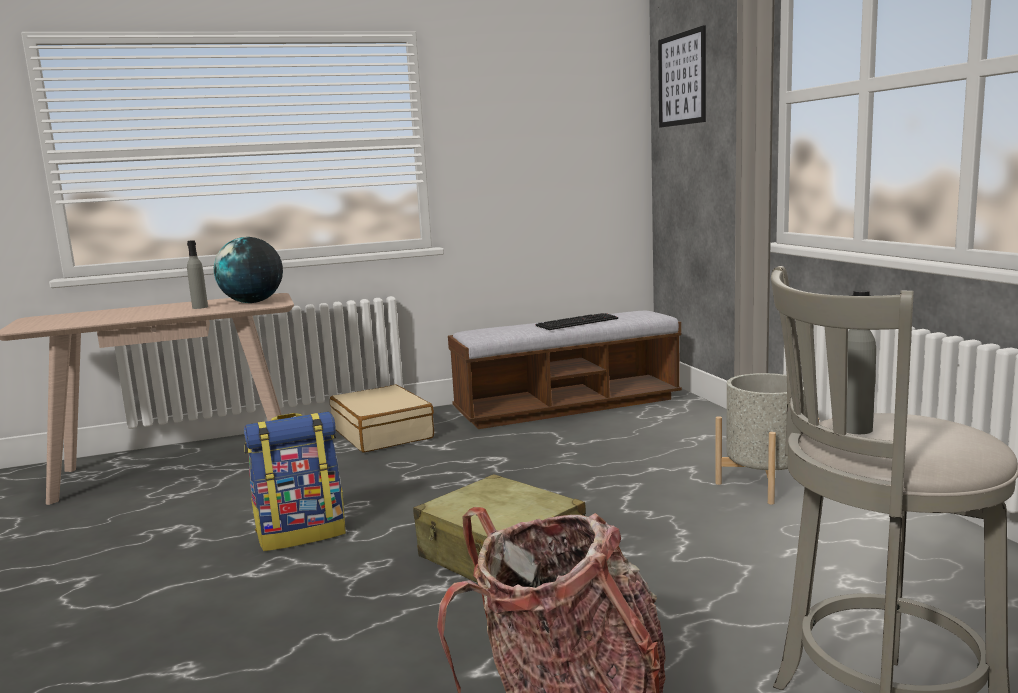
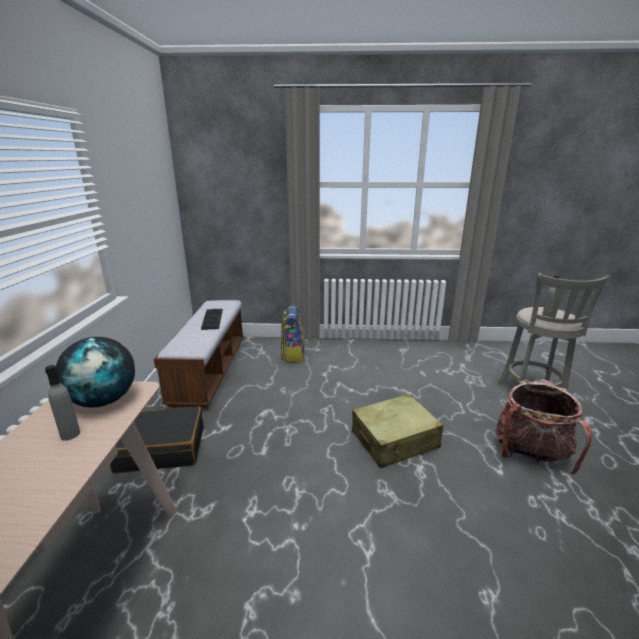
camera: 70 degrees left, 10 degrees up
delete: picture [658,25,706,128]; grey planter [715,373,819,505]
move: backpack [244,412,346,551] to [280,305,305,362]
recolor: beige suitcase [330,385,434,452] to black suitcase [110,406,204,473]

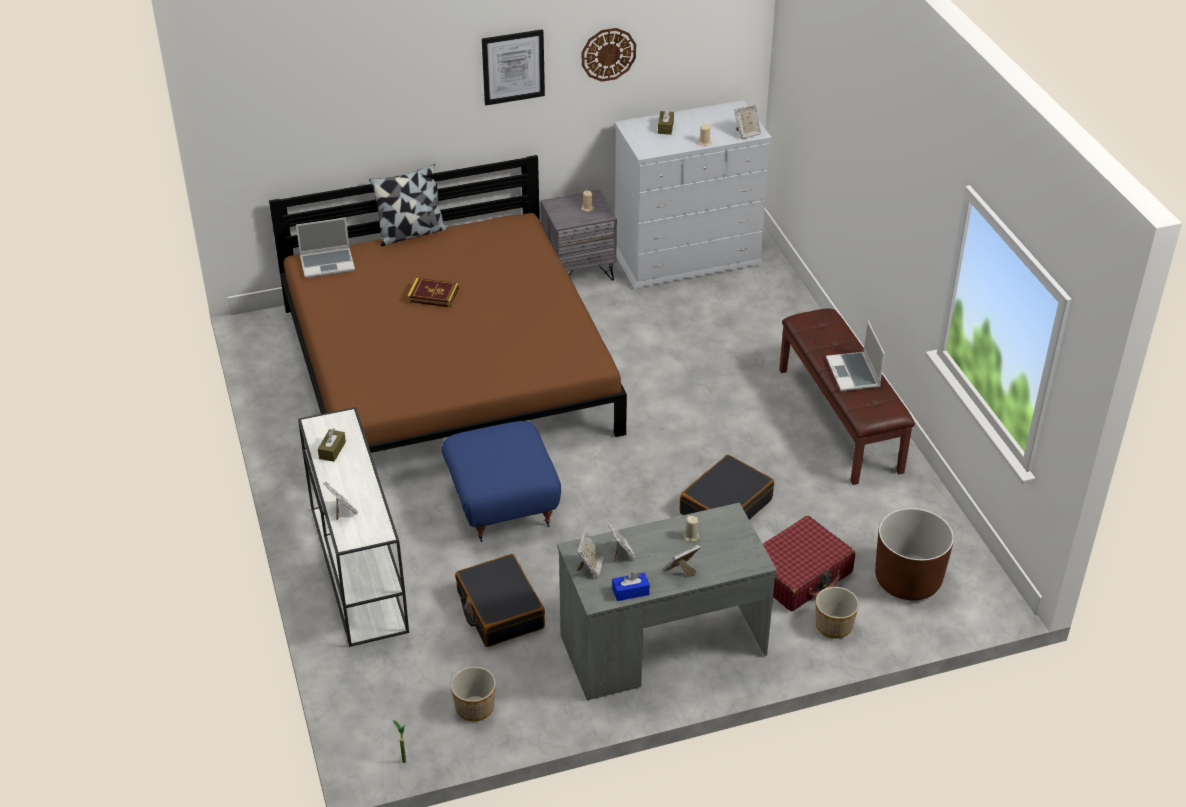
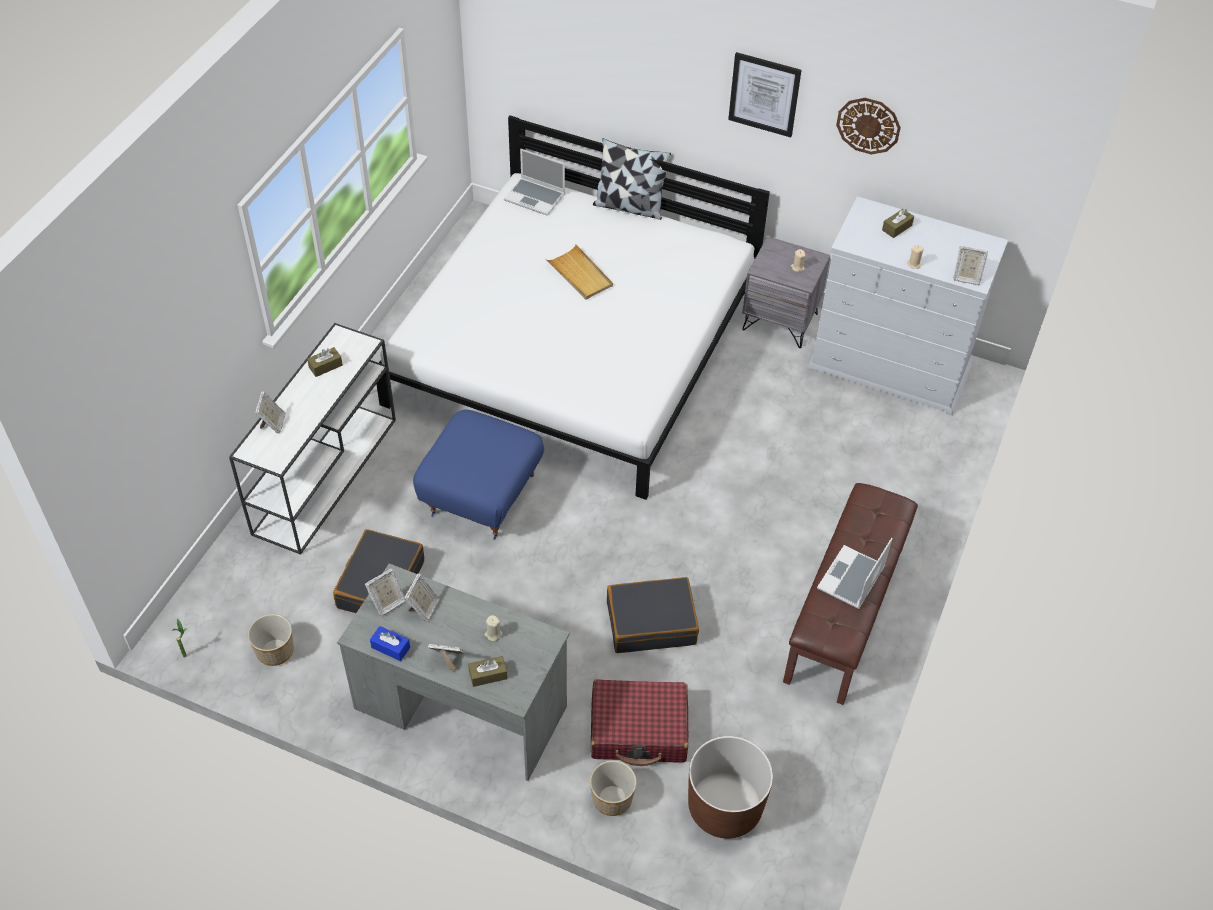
camera: 40 degrees right, 10 degrees up
insert: brown tissue box [468,656,507,687]
replace: book [407,278,459,308] to beige tray [546,244,613,300]
recolor: brown bed [269,155,627,453] to white bed [376,116,770,500]

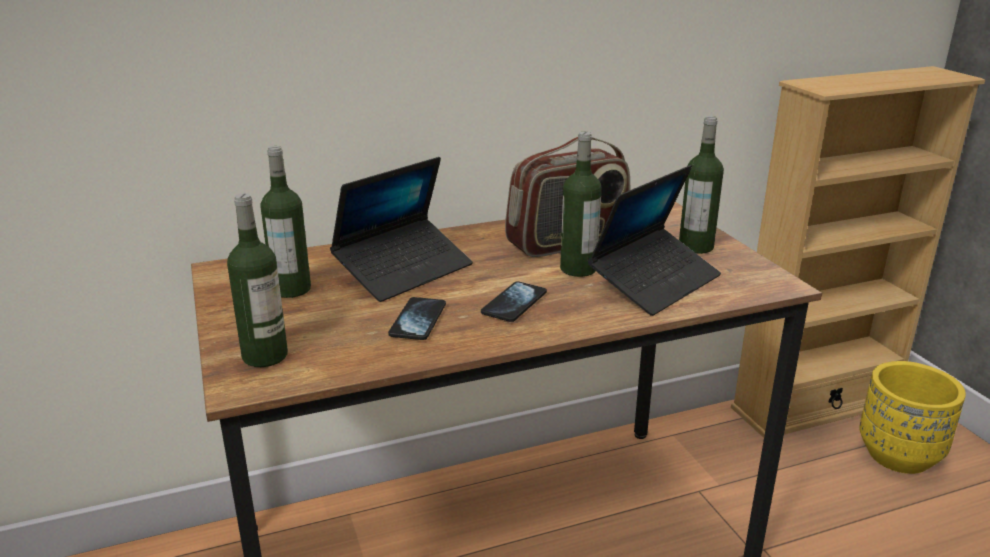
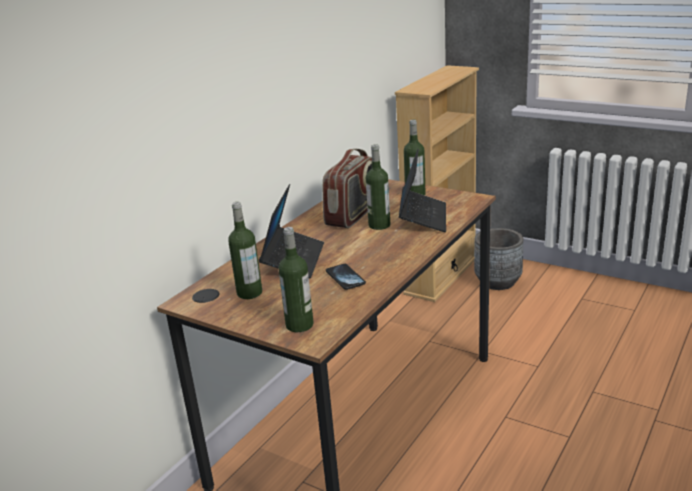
camera: 35 degrees left, 0 degrees up
delete: phone [481,281,547,322]
recolor: yellow planter [859,361,966,474] to grey planter [474,228,524,290]

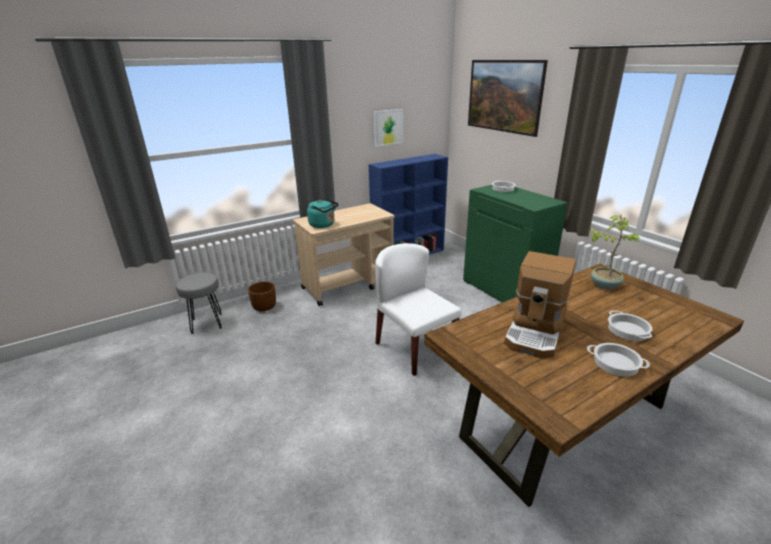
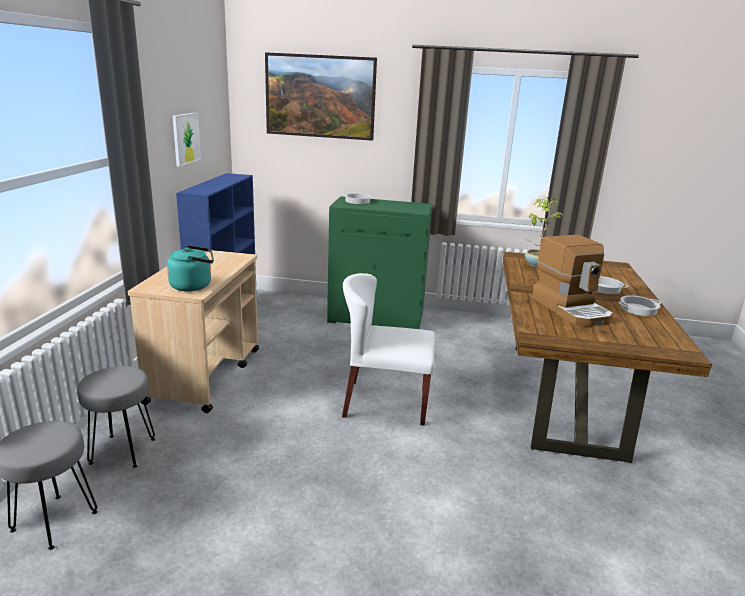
camera: 50 degrees left, 5 degrees down
replace: brown planter [248,281,276,311] to grey stool [77,366,155,468]

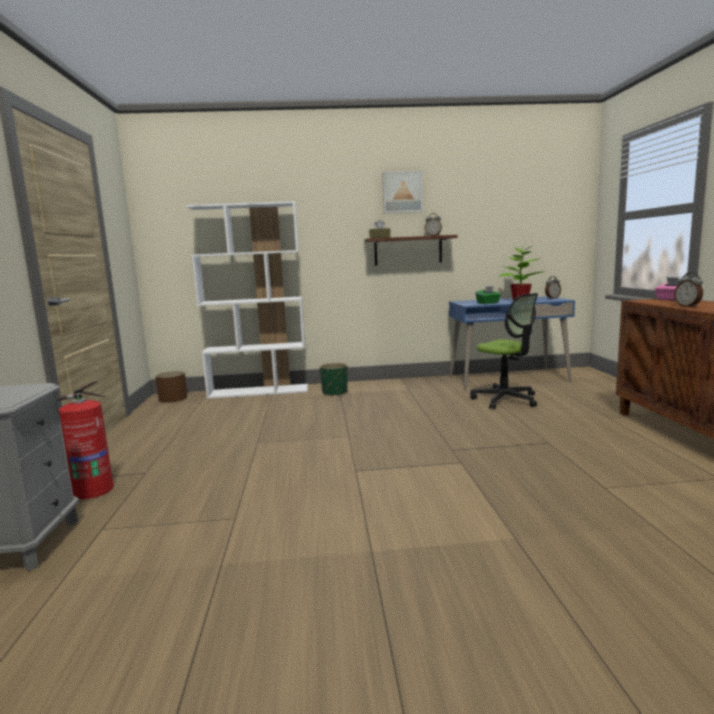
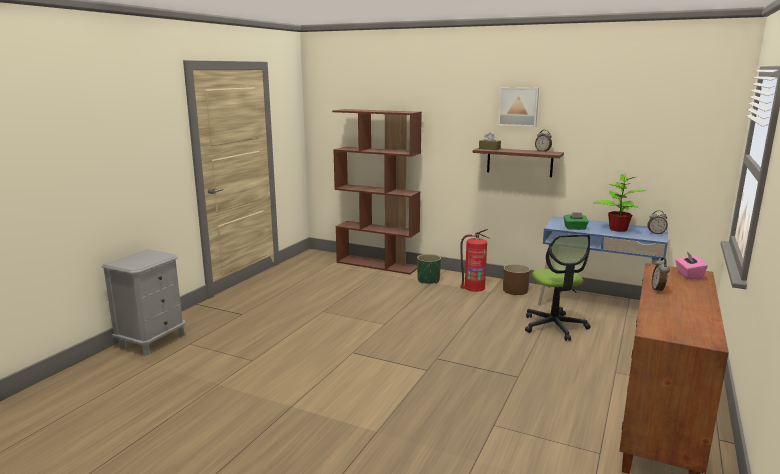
camera: 30 degrees right, 5 degrees up
move: fire extinguisher [57,381,114,499] to [460,229,490,292]; brown planter [155,371,187,403] to [503,264,530,295]
recolor: white bookcase [186,201,308,399] to brown bookcase [332,109,422,275]

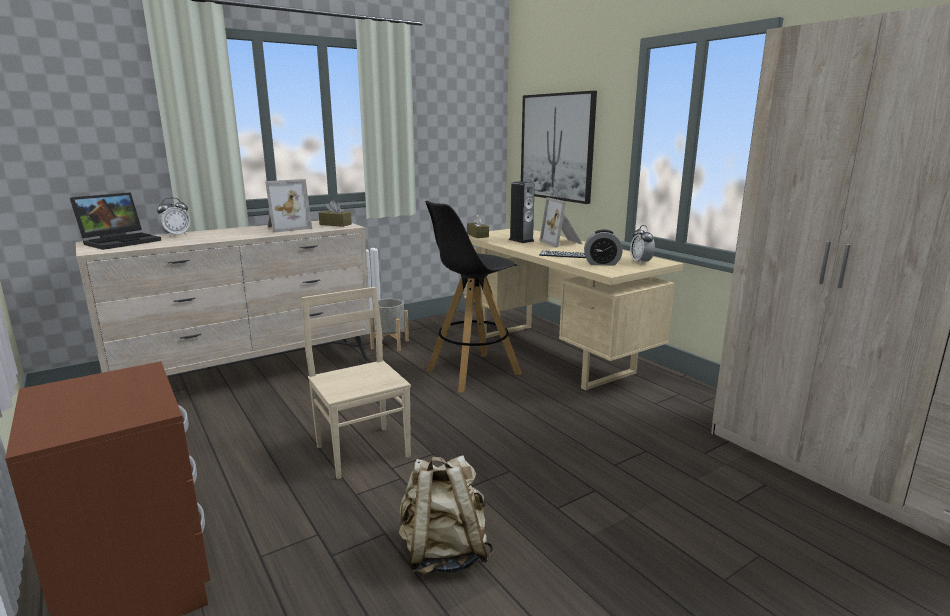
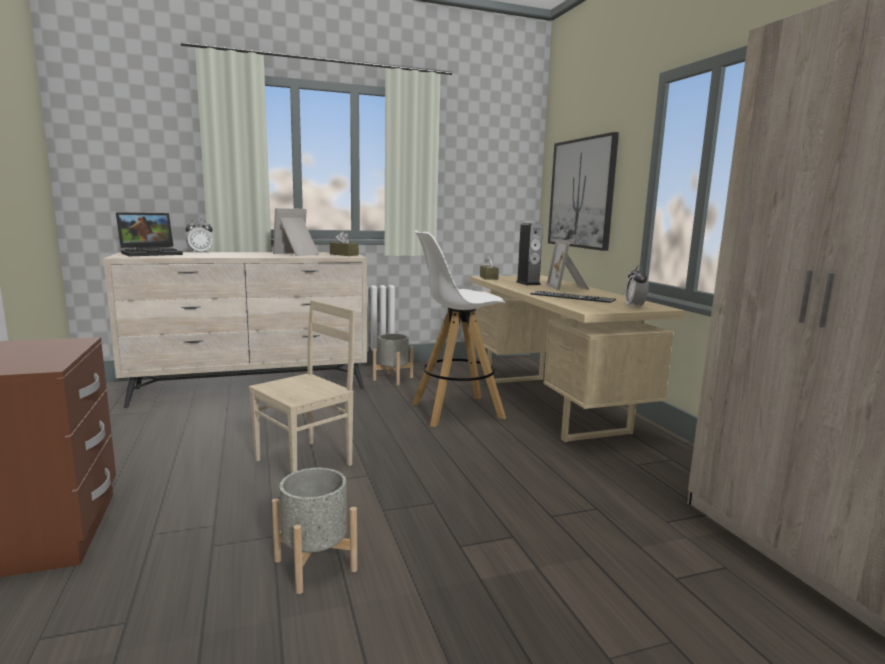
camera: 15 degrees right, 5 degrees down
delete: alarm clock [584,229,623,266]
replace: beige backpack [399,455,494,575] to grey planter [272,468,357,594]
recolor: black stool [425,200,522,393] to white stool [412,230,506,427]
rotate: picture frame [265,179,312,233] = [273,208,319,256] 150 degrees clockwise; beige chair [302,287,411,479] = [249,300,355,473] 60 degrees clockwise

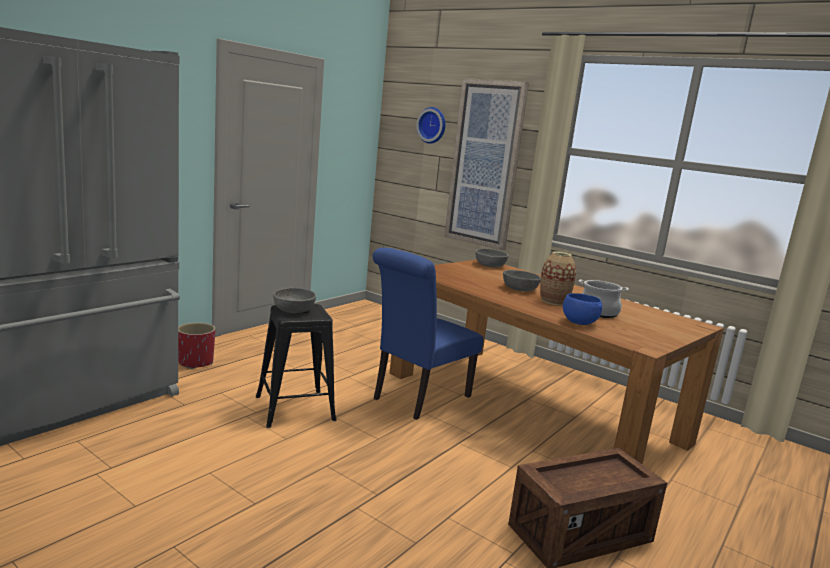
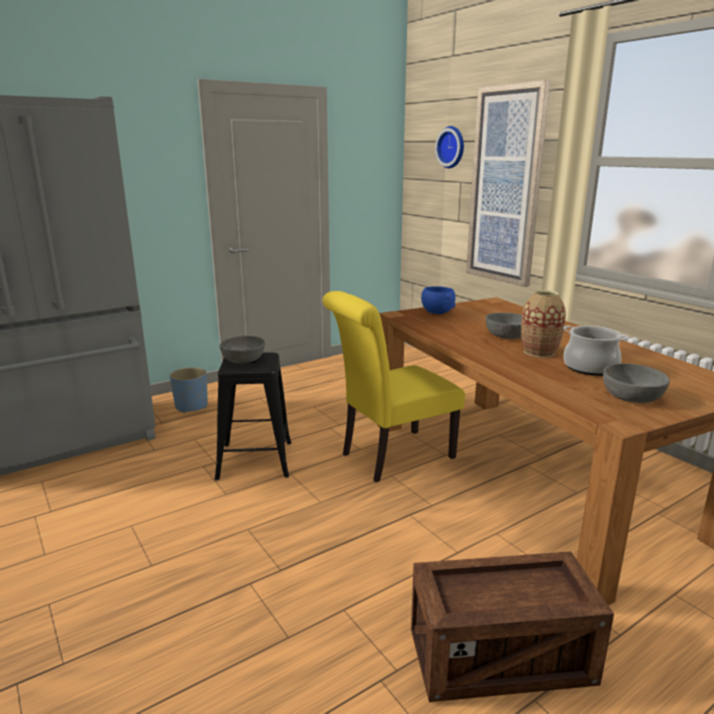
camera: 20 degrees right, 5 degrees up
move: grey bowl [475,249,508,267] to [603,363,670,403]; blue bowl [563,293,602,325] to [421,286,456,314]
recolor: red planter [178,322,215,369] to blue planter [170,367,208,413]; blue chair [373,248,483,420] to yellow chair [323,291,465,482]

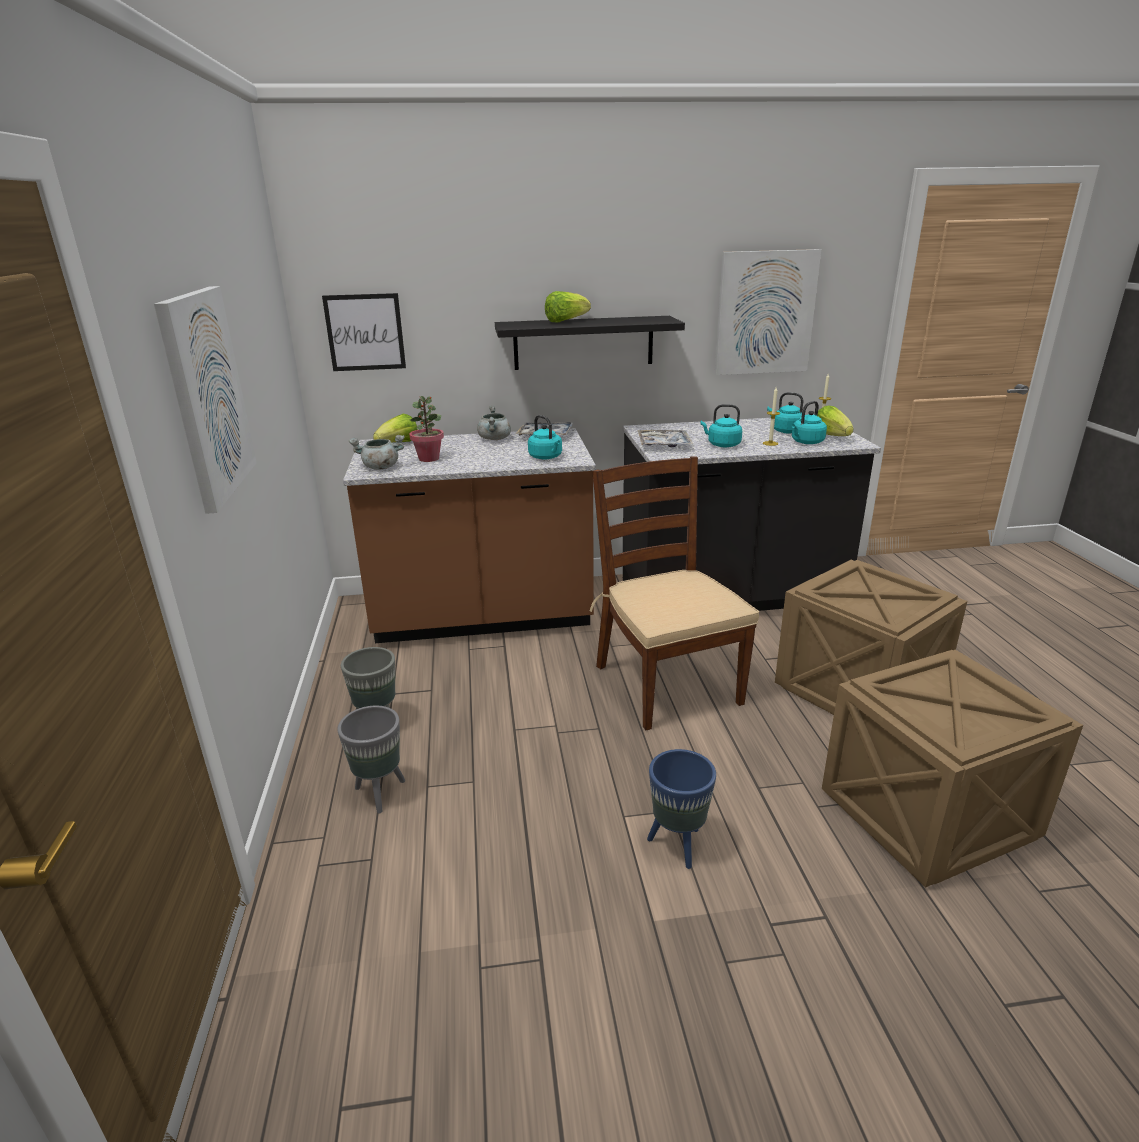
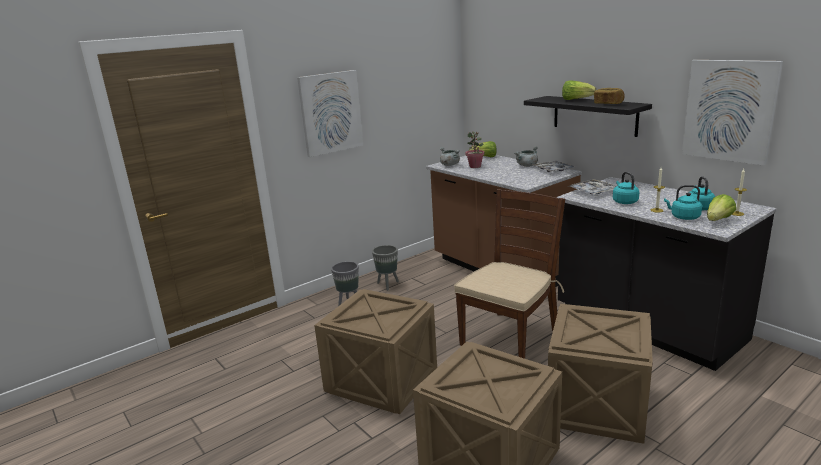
camera: 60 degrees right, 5 degrees down
delete: picture [322,293,406,371]; turquoise kettle [528,415,562,459]
insert: bread [594,88,625,104]
replace: blue planter [647,749,716,869] to crate [314,289,437,414]

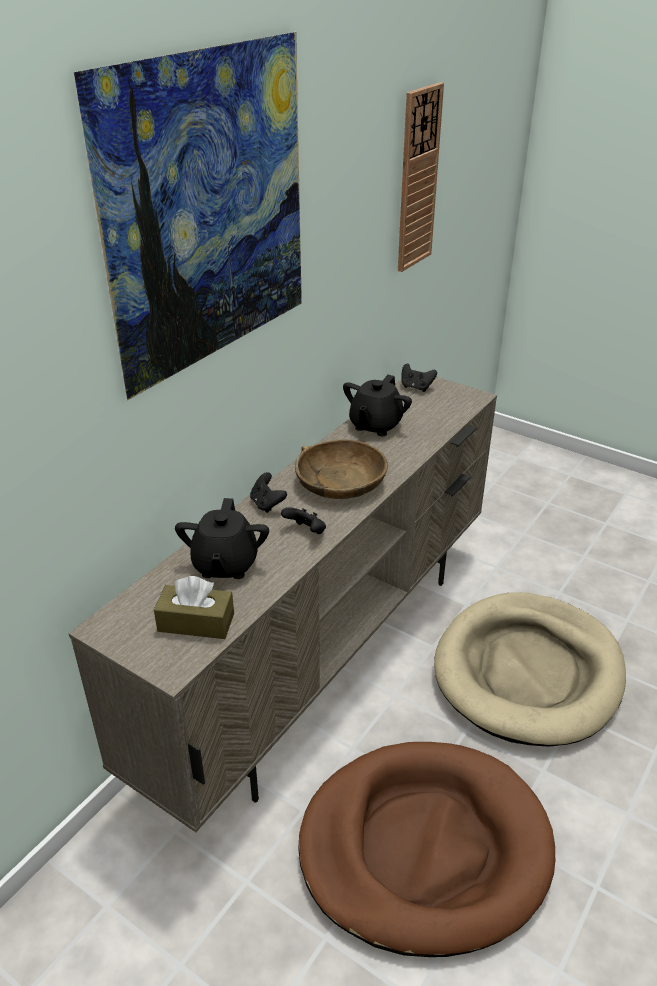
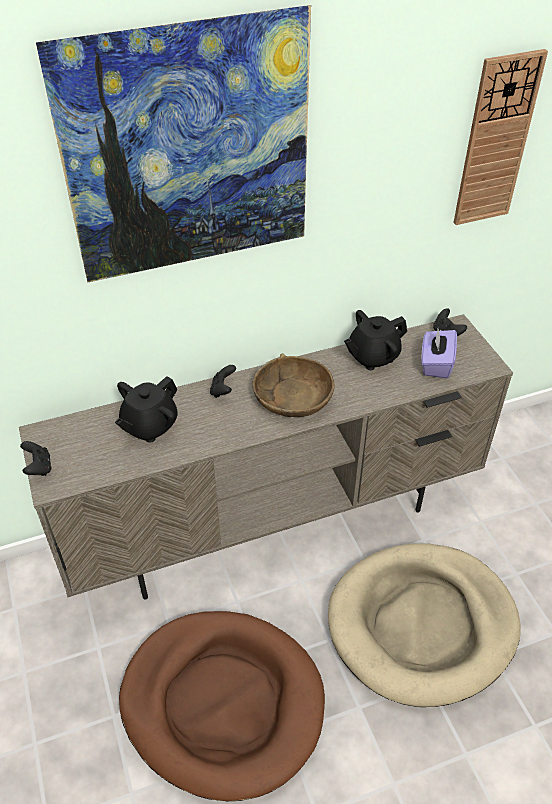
camera: 35 degrees right, 10 degrees up
delete: brown tissue box [154,576,234,639]
insert: purple tissue box [421,329,457,379]
move: black game controller [281,507,326,534] to [20,441,52,476]

